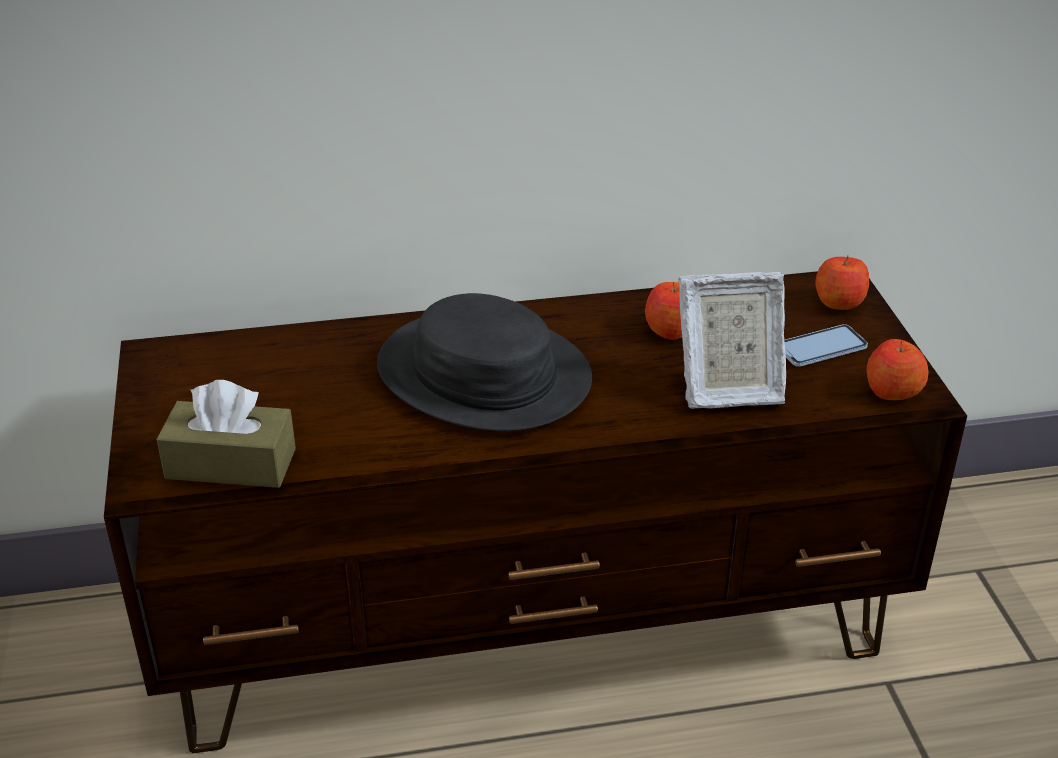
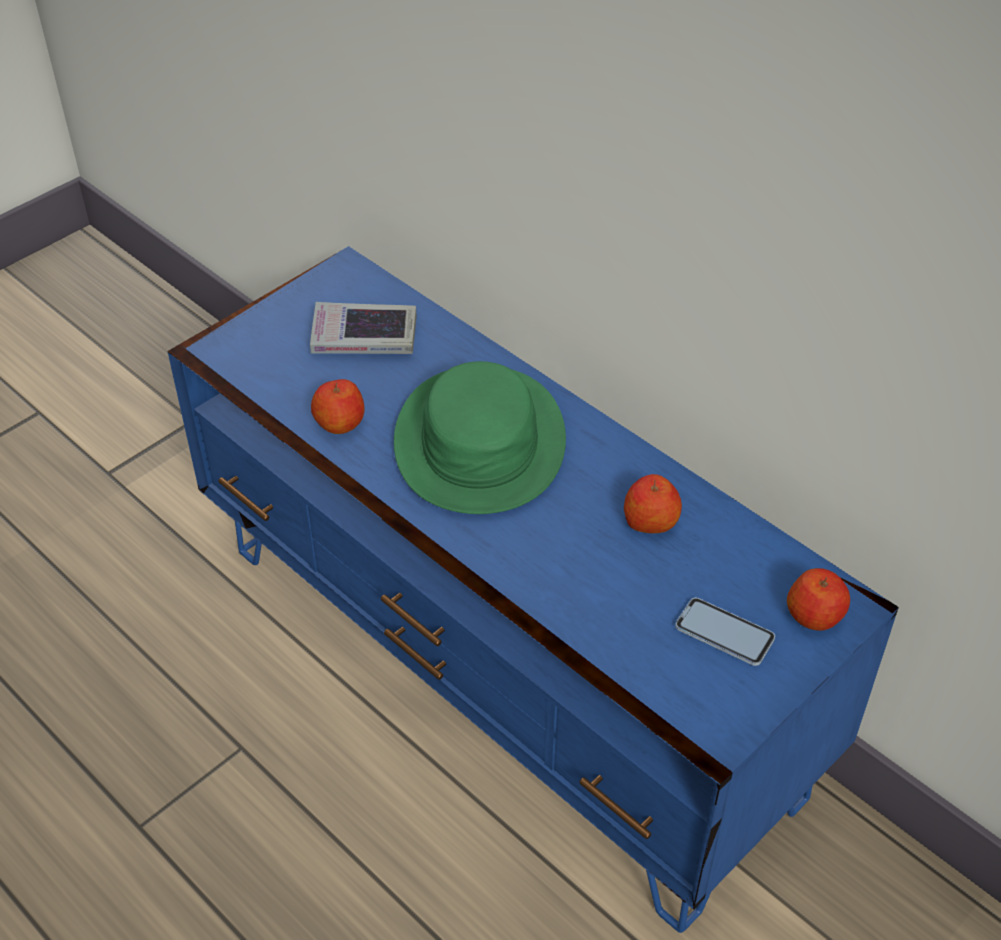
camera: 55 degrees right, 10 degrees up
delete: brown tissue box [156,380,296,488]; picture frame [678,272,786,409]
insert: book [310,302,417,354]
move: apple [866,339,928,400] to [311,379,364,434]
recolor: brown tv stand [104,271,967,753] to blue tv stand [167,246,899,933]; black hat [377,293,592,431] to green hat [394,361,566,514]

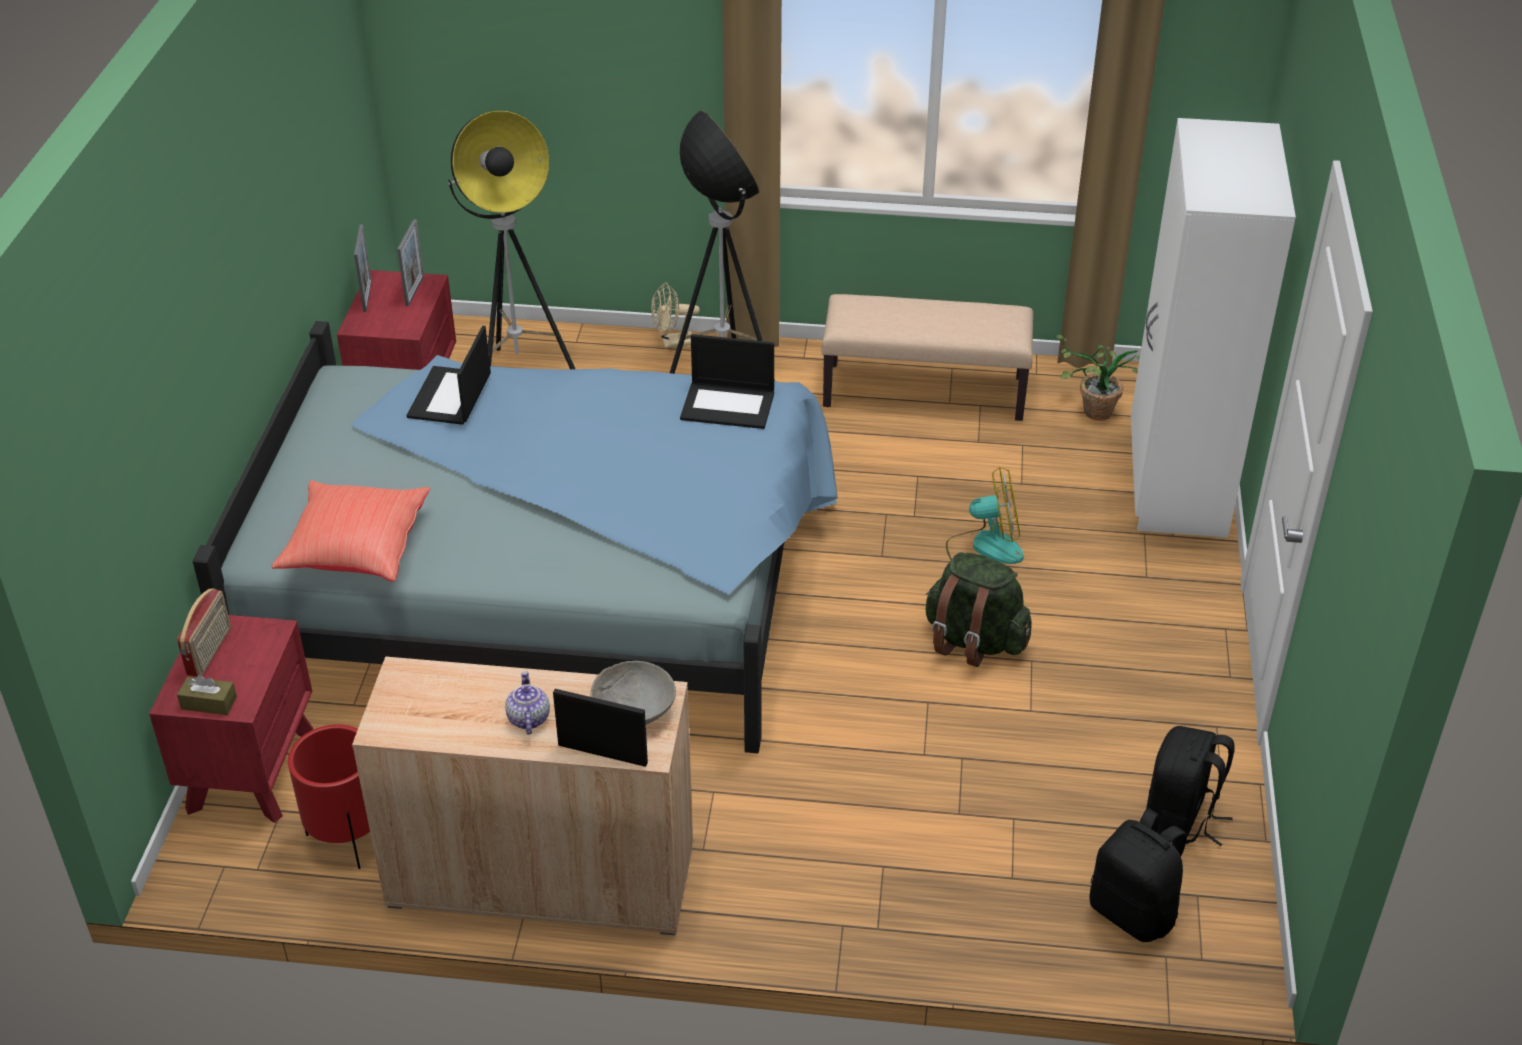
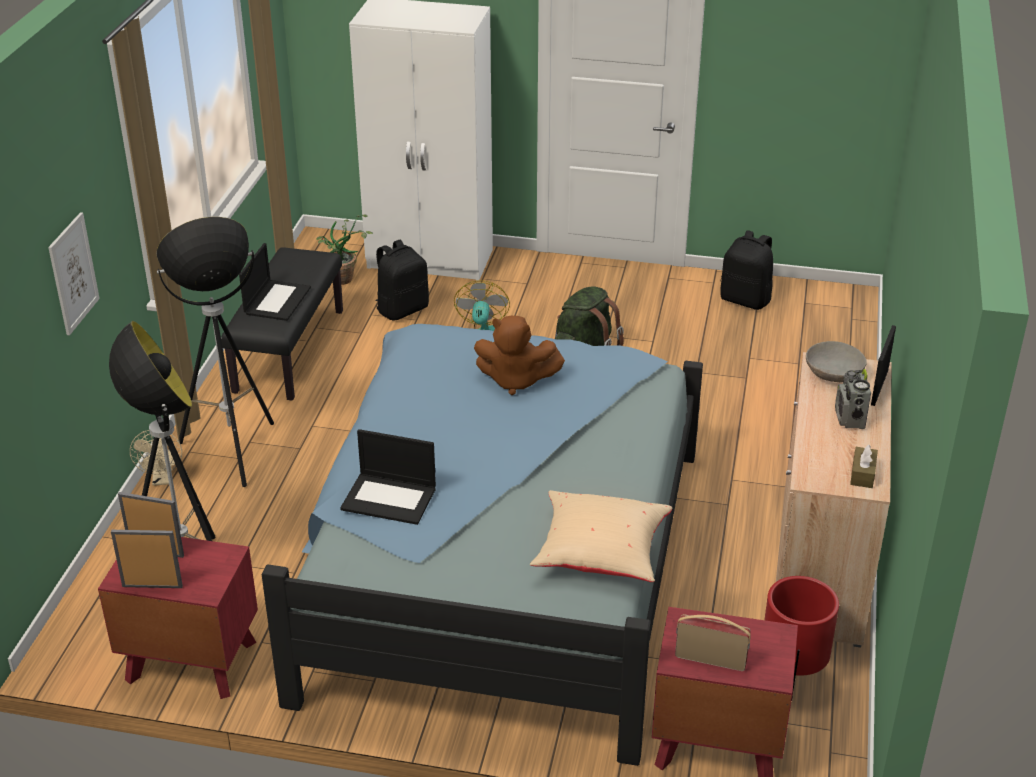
camera: 85 degrees left, 5 degrees down
insert: picture [48,212,100,336]; brown plush toy [474,316,565,395]
move: brown tissue box [177,675,237,715] to [850,444,878,488]; laptop [680,334,774,429] to [239,243,311,321]; black backpack [1090,808,1187,942] to [375,240,429,320]
replace: teapot [505,671,550,735] to radio [835,369,871,429]
recolor: red pillow [272,480,430,582] to beige pillow [530,490,672,582]; beige bench [822,294,1033,421] to black bench [221,247,343,401]

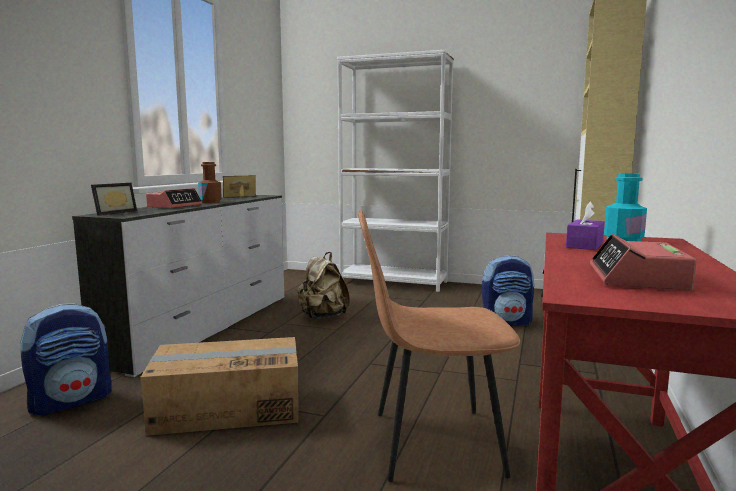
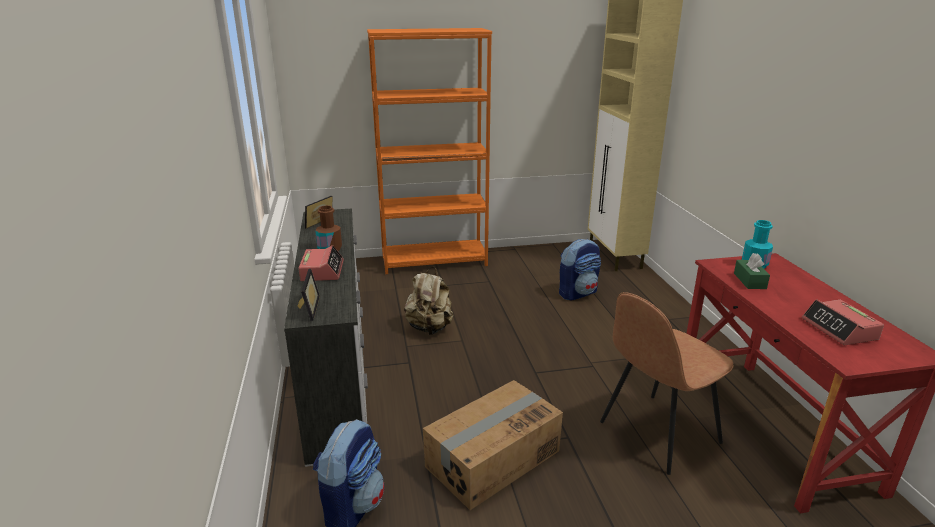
camera: 30 degrees left, 15 degrees up
recolor: white bookcase [337,50,454,292] to orange bookcase [367,28,492,274]; purple tissue box [566,201,605,250] to green tissue box [734,253,770,289]

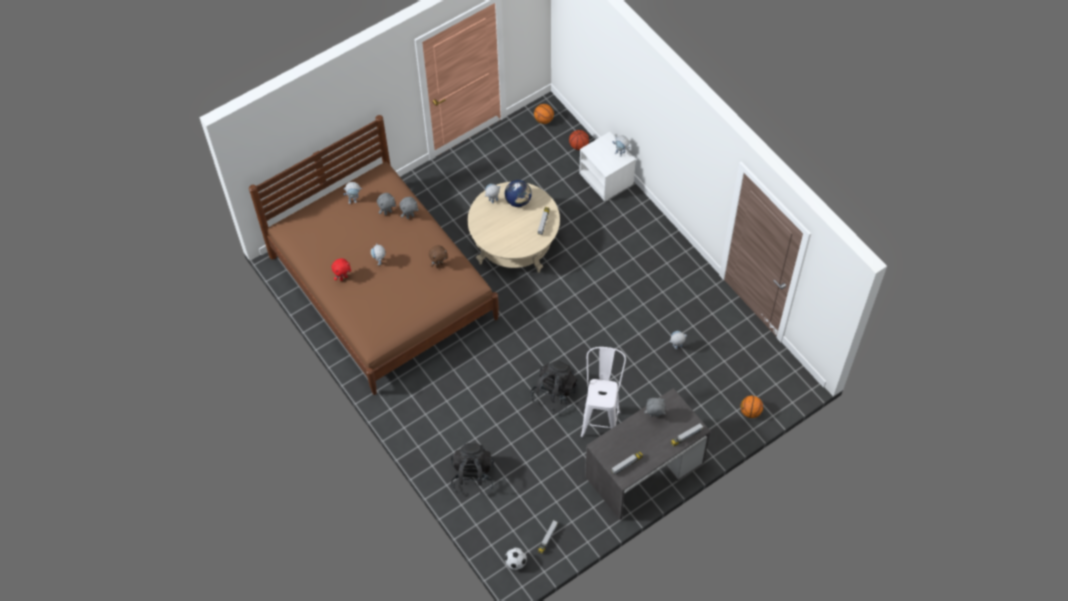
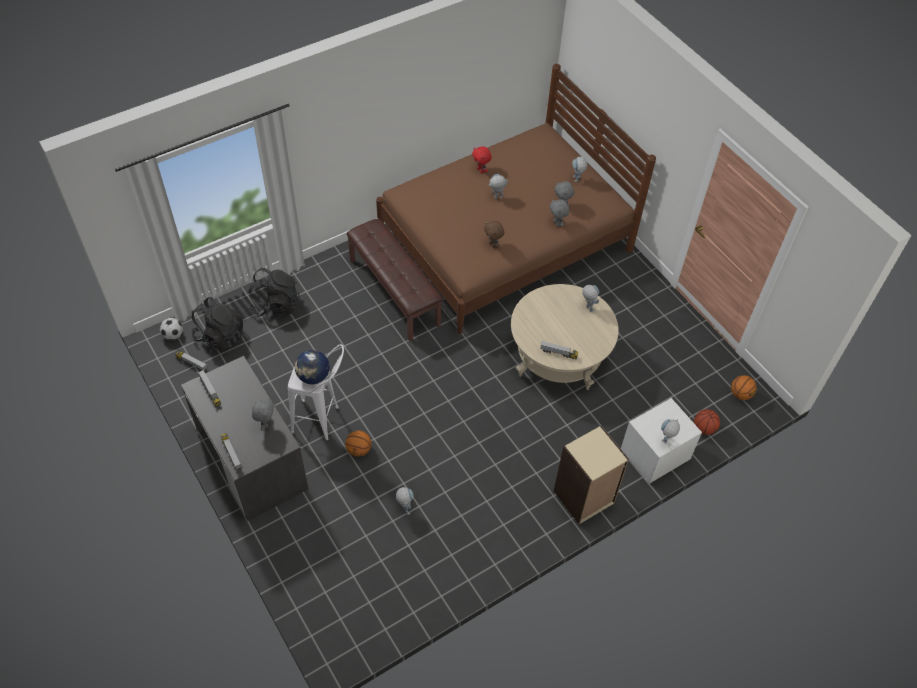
camera: 90 degrees right, 5 degrees down
insert: brown bench [346,219,443,341]; beige bookcase [554,426,629,524]
move: globe [505,180,532,207] to [295,350,330,384]; black backpack [531,360,578,413] to [191,297,243,351]; basketball [741,396,763,418] to [345,430,372,457]

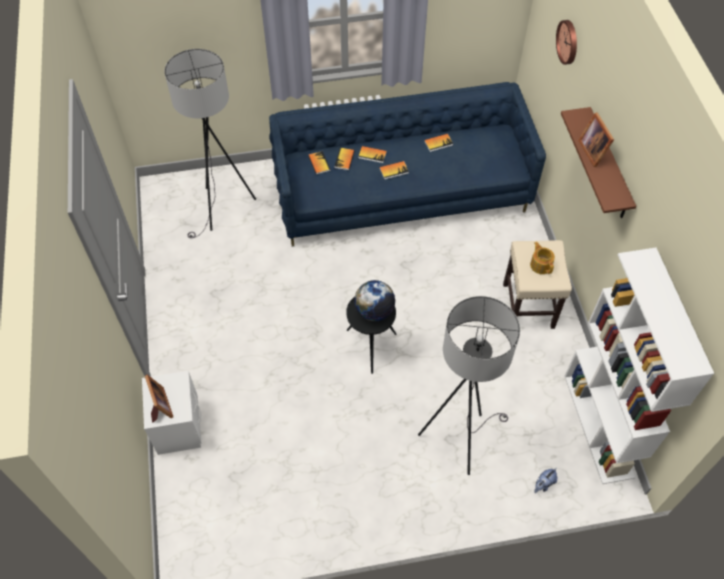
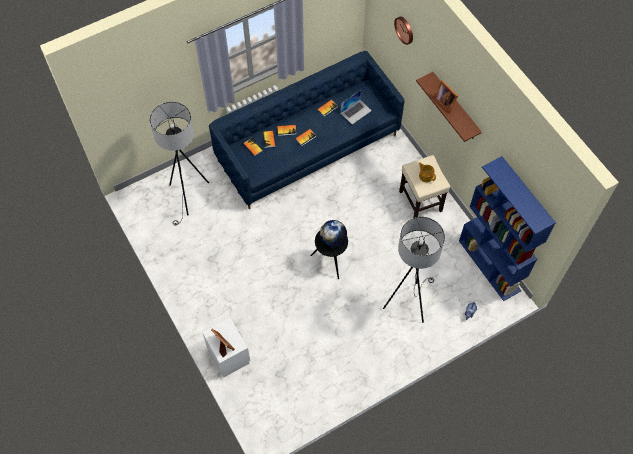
camera: 20 degrees left, 5 degrees up
insert: laptop [341,90,372,124]
recolor: white bookcase [564,248,714,484] to blue bookcase [459,156,556,301]

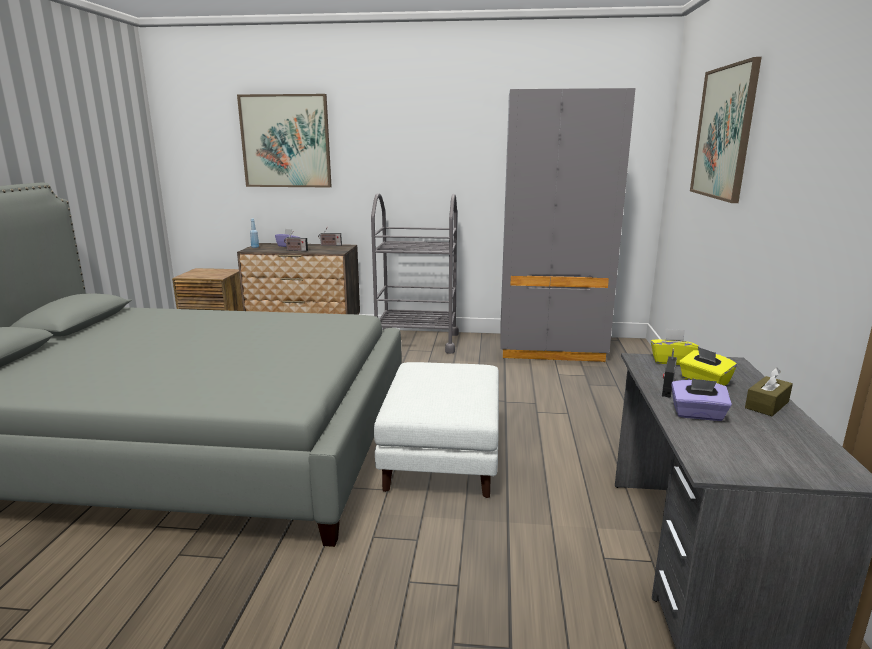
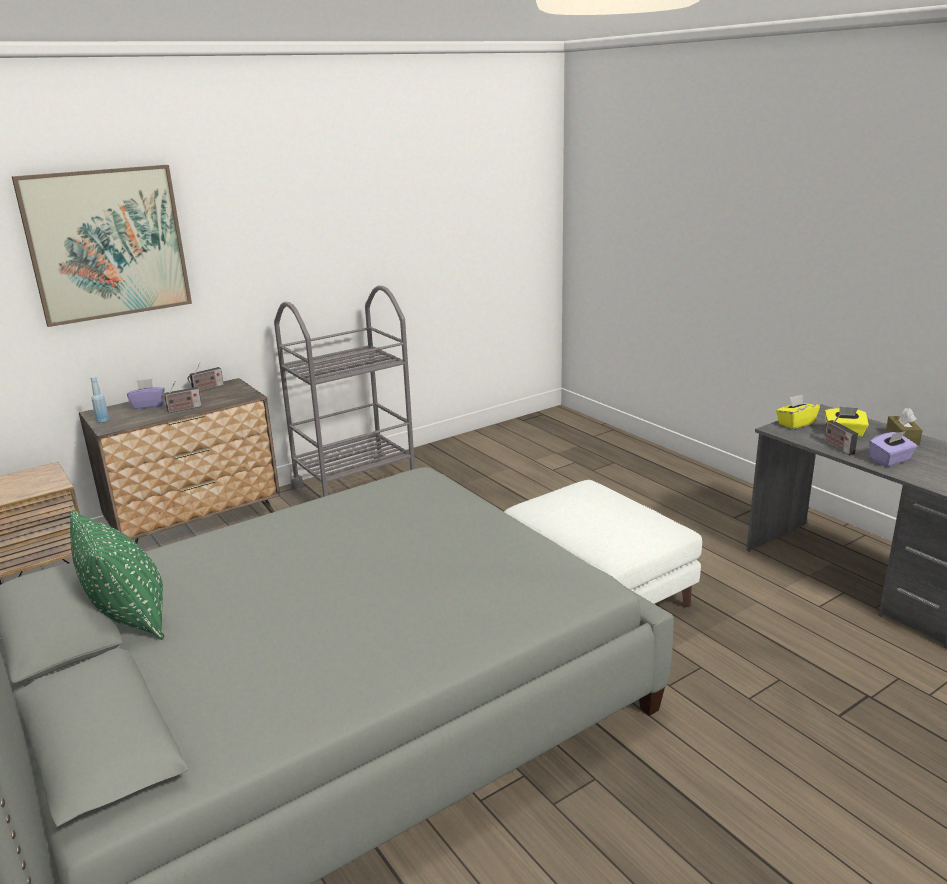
camera: 40 degrees left, 5 degrees up
delete: grey wardrobe [500,88,636,362]; picture [690,57,762,203]
insert: green pillow [70,510,164,640]

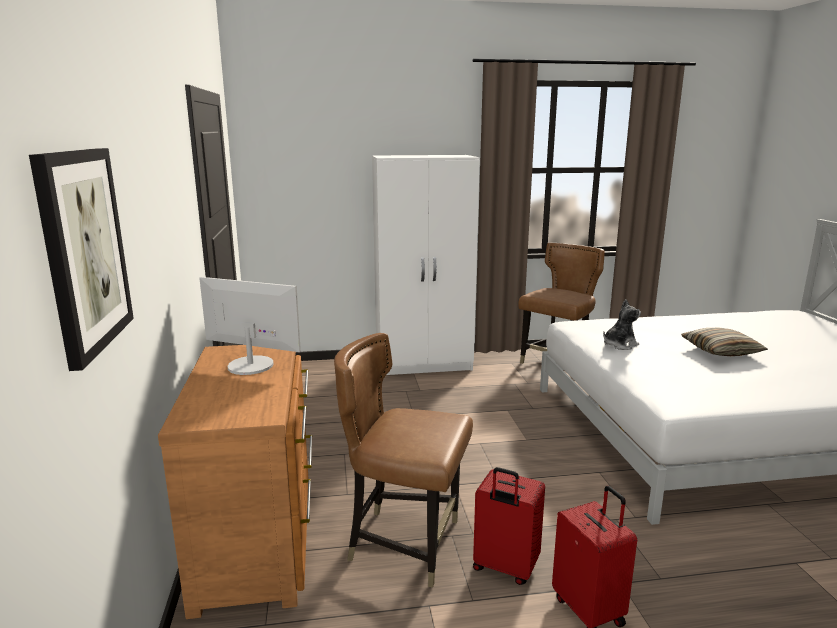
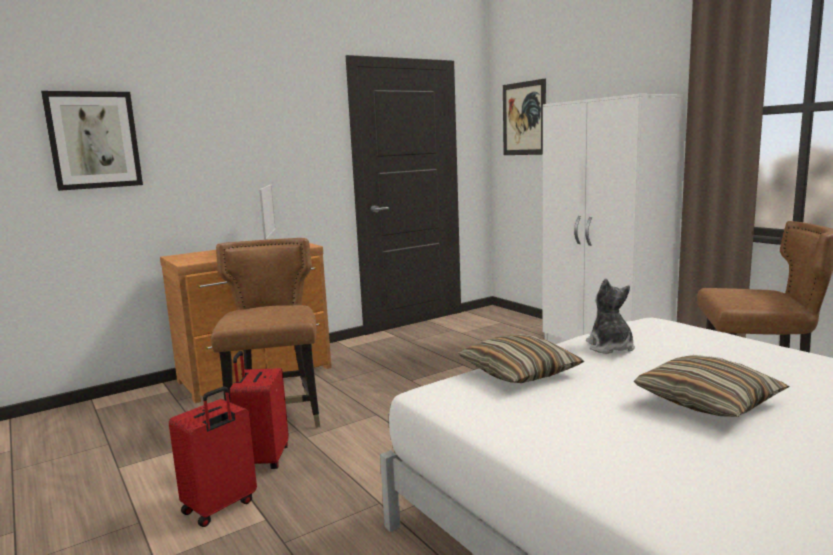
camera: 65 degrees right, 5 degrees down
insert: pillow [458,334,584,383]; picture [503,79,546,155]
rotate: plush toy [603,299,641,350] = [586,278,635,354] 135 degrees counterclockwise

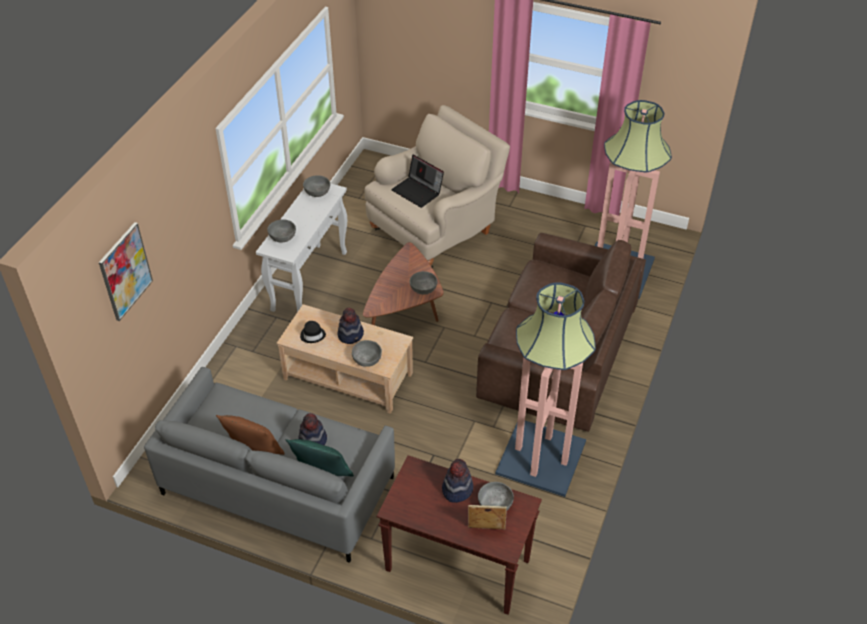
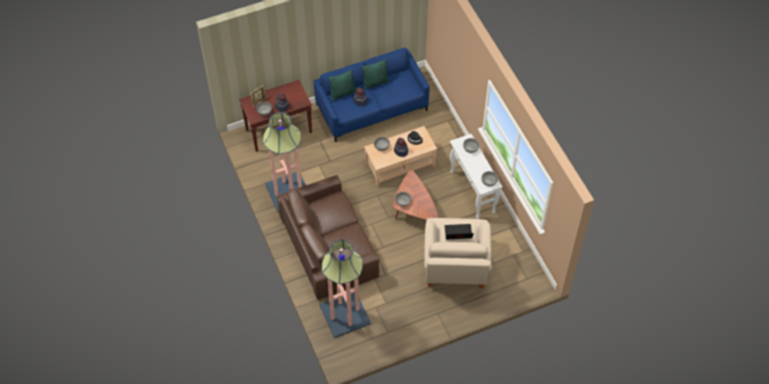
camera: 135 degrees right, 10 degrees up
delete: picture [99,222,153,321]
recolor: grey sofa [144,367,395,563] to blue sofa [314,47,430,142]; brown pillow [216,415,284,455] to green pillow [361,59,390,90]

